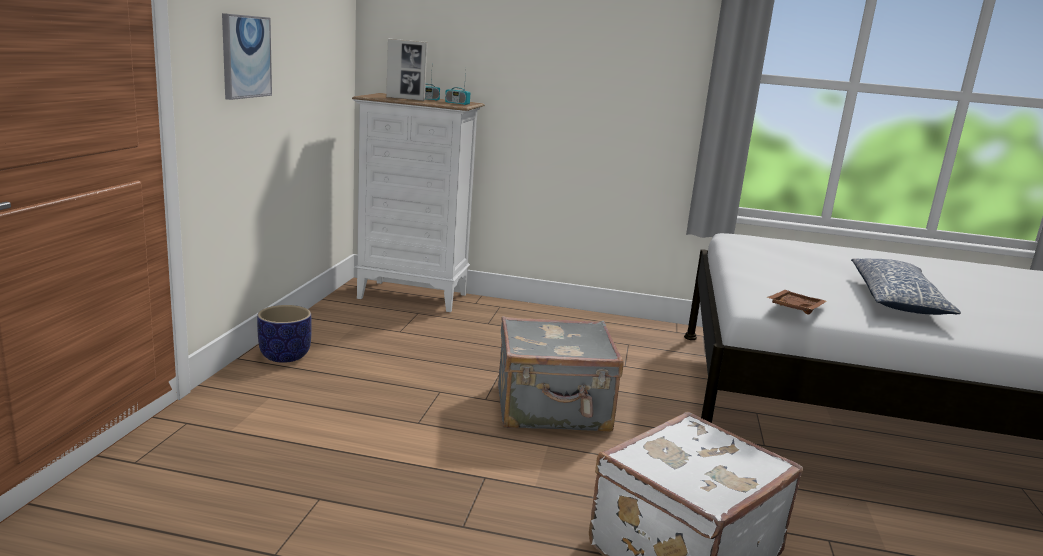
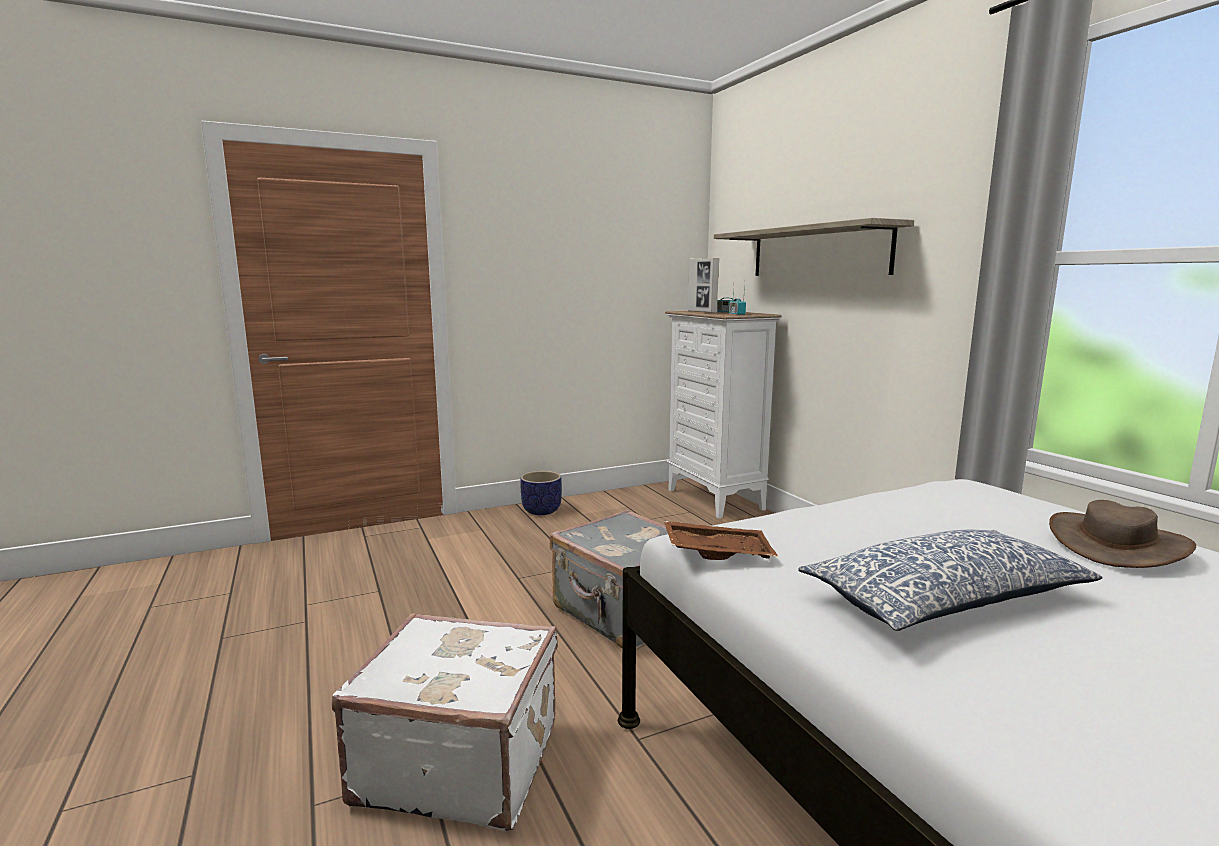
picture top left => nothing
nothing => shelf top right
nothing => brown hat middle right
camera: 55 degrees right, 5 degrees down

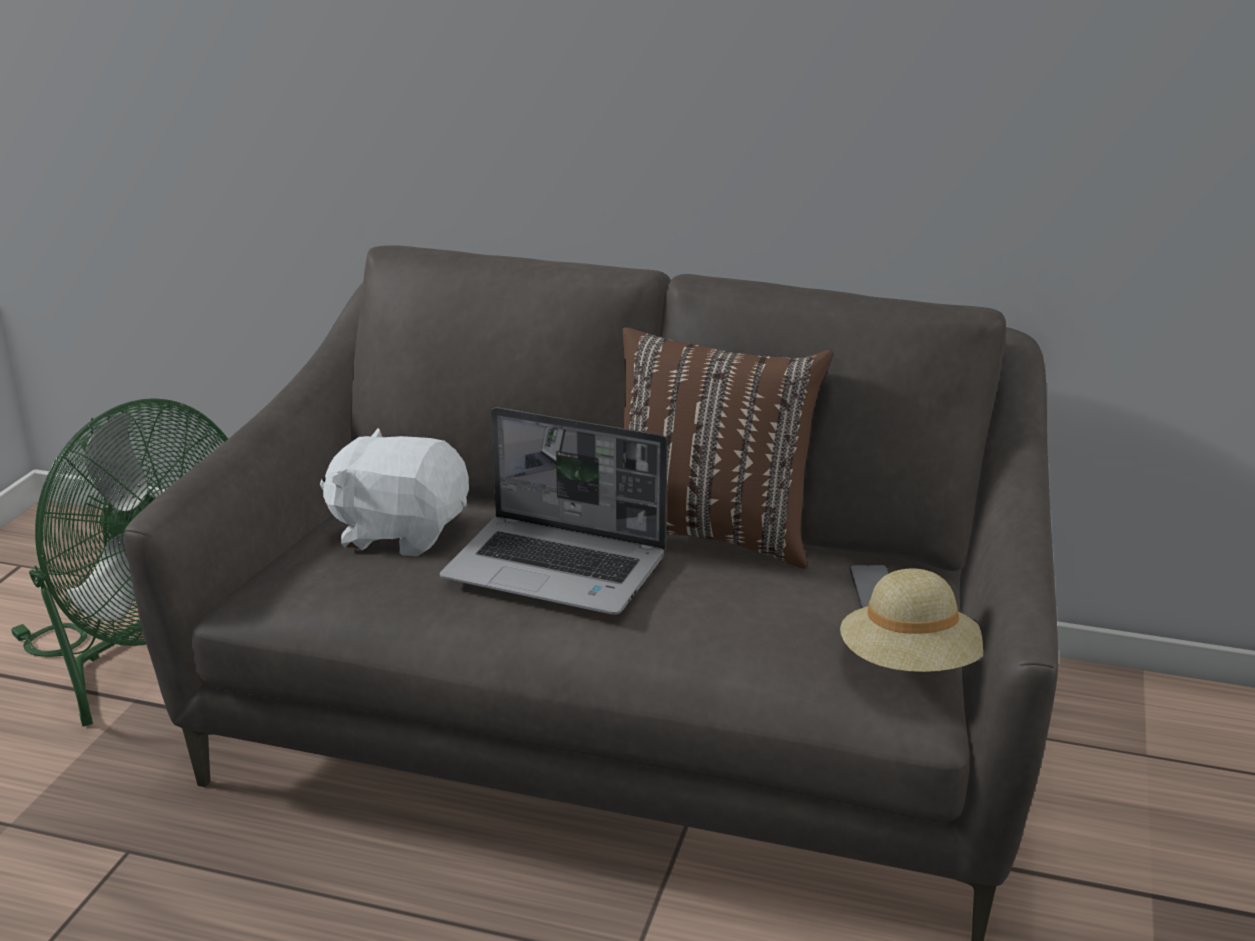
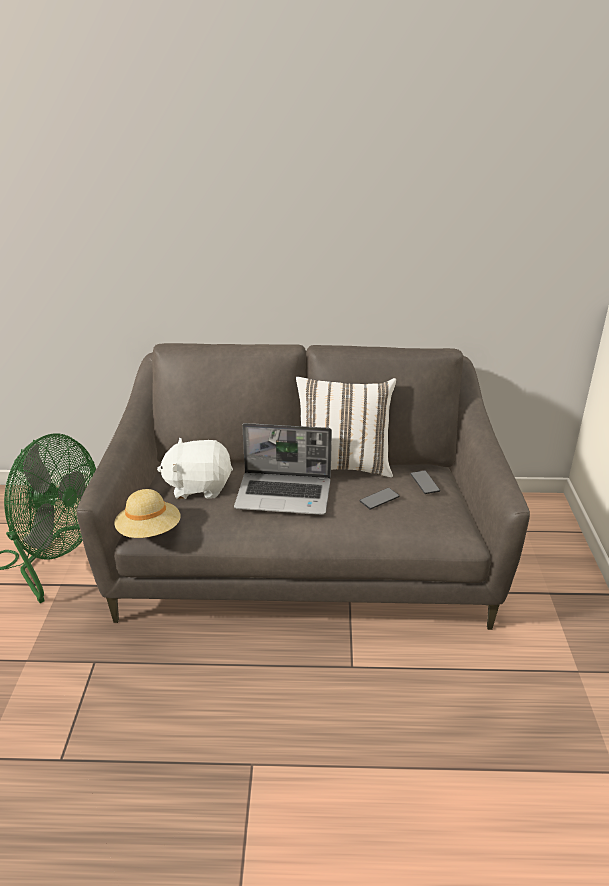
brown pillow centre => white pillow centre
beige hat middle right => beige hat middle left, moved
nothing => phone (1st from left) centre
camera: 15 degrees left, 5 degrees up

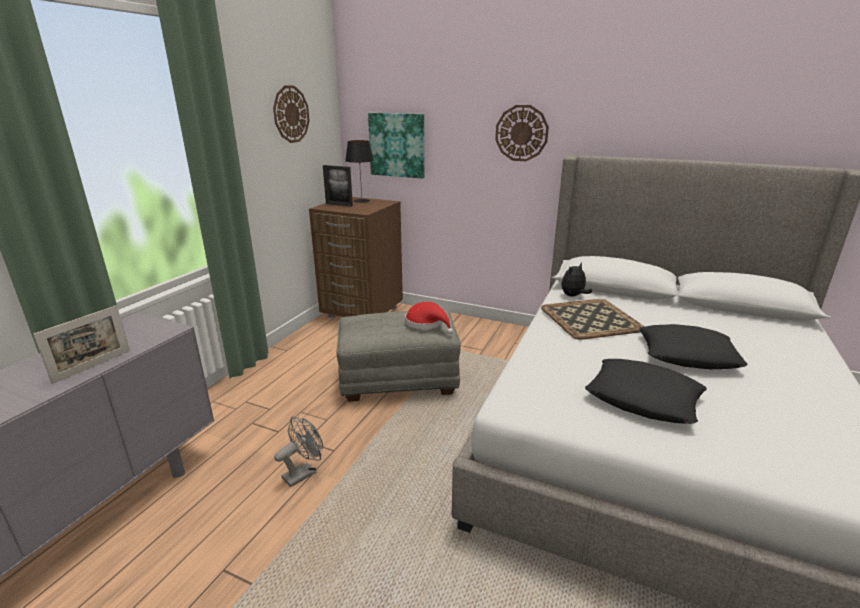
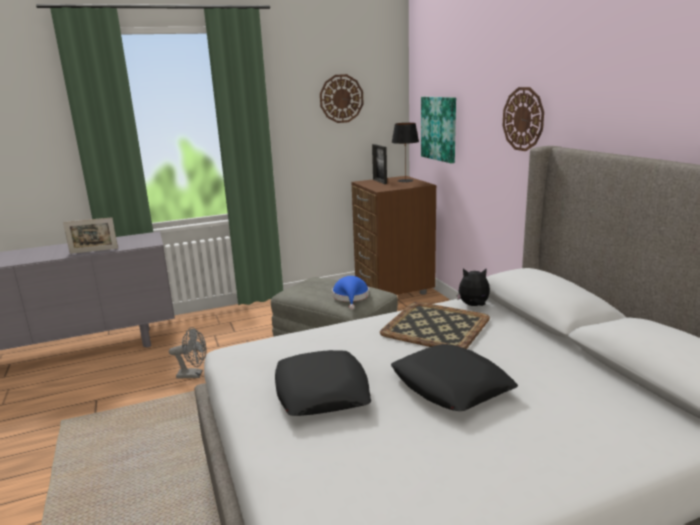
red hat centre => blue hat centre
camera: 45 degrees right, 5 degrees down

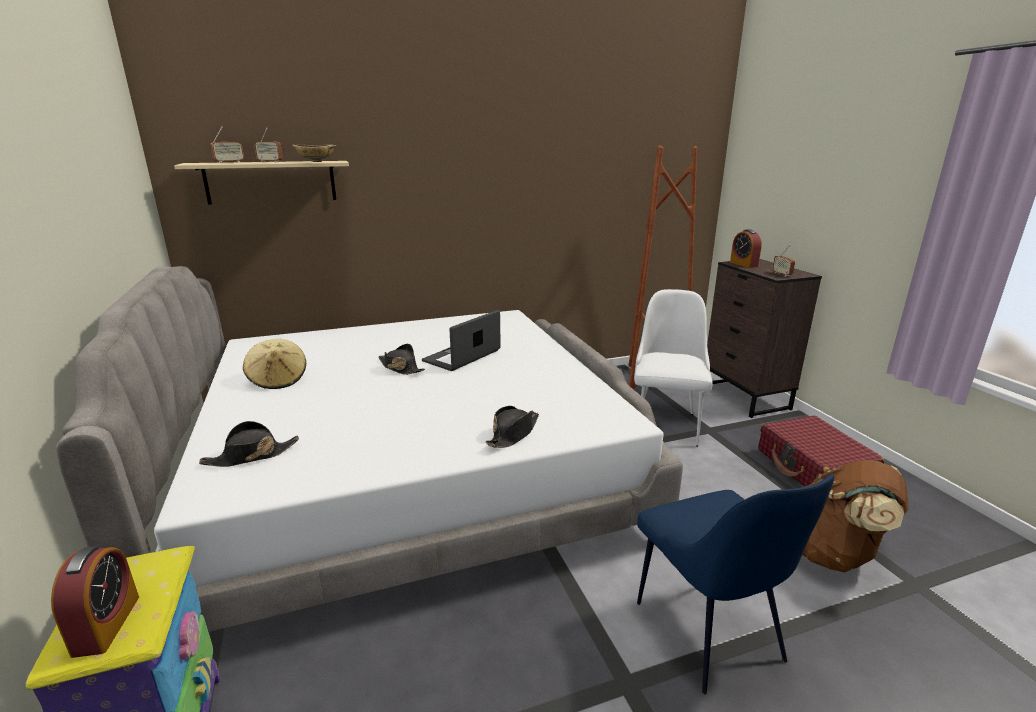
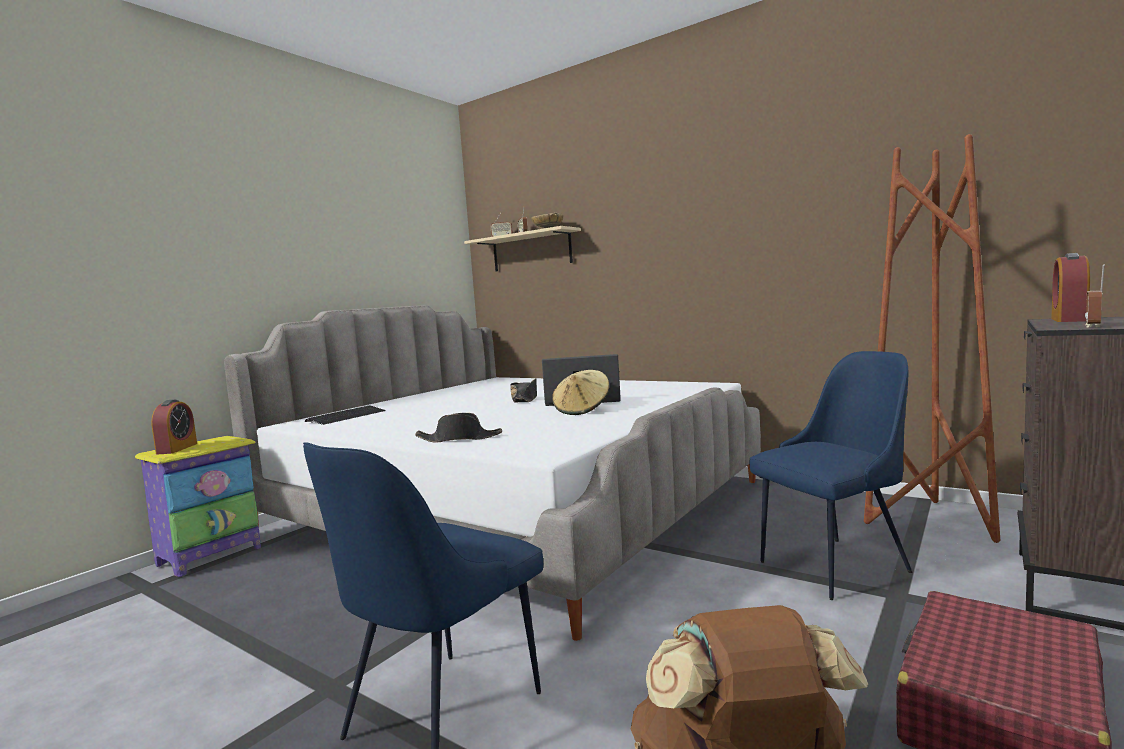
white chair centre => blue chair (2nd from left) middle right
beige hat middle left => beige hat centre, moved
black hat (1st from left) middle left => keyboard middle left
alarm clock (1st from left) bottom left => alarm clock (1st from left) middle left, 45 degrees counterclockwise
camera: 55 degrees right, 15 degrees down

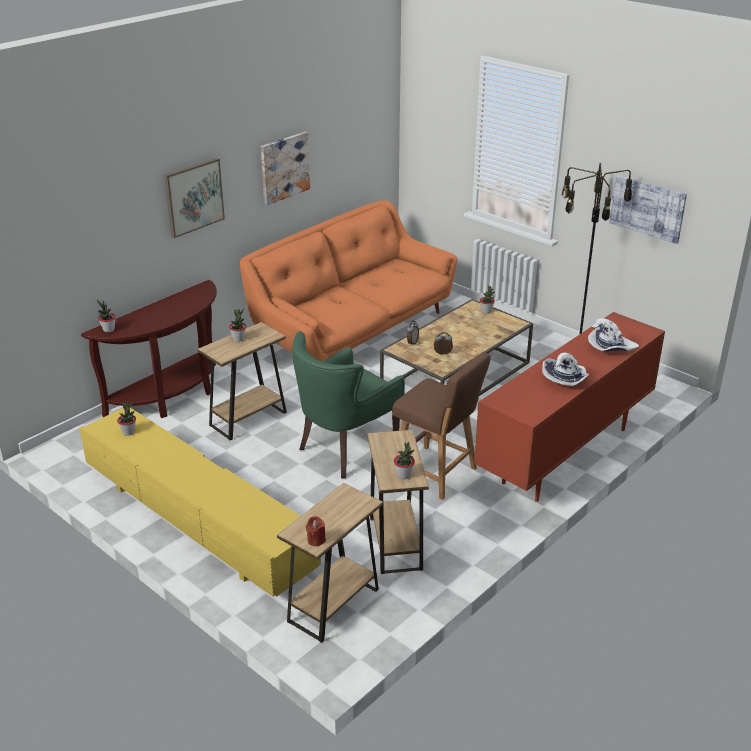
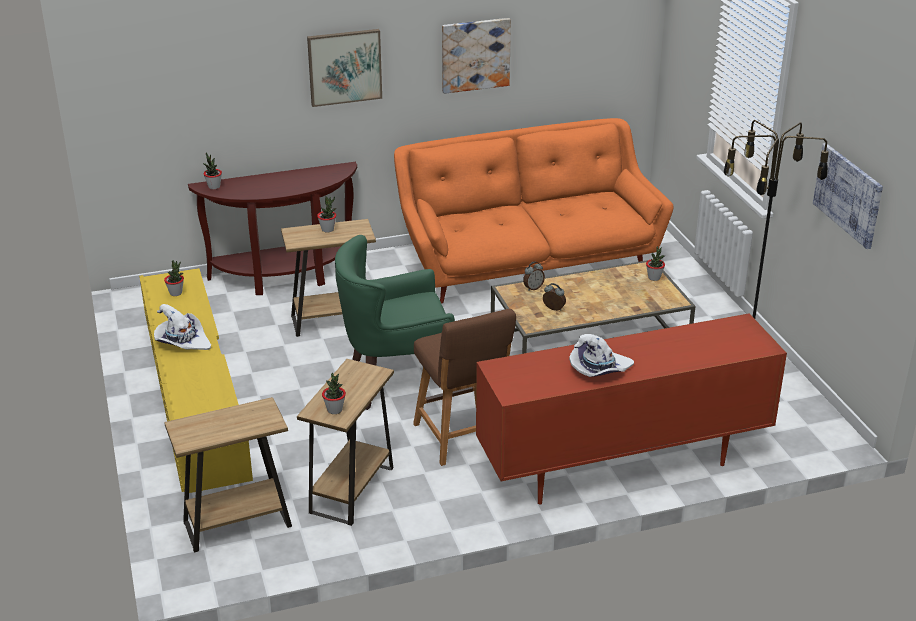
white hat (2nd from left in the first image) middle right => white hat (1st from left) middle left, moved
red candle bottom centre => nothing
camera: 30 degrees right, 0 degrees up

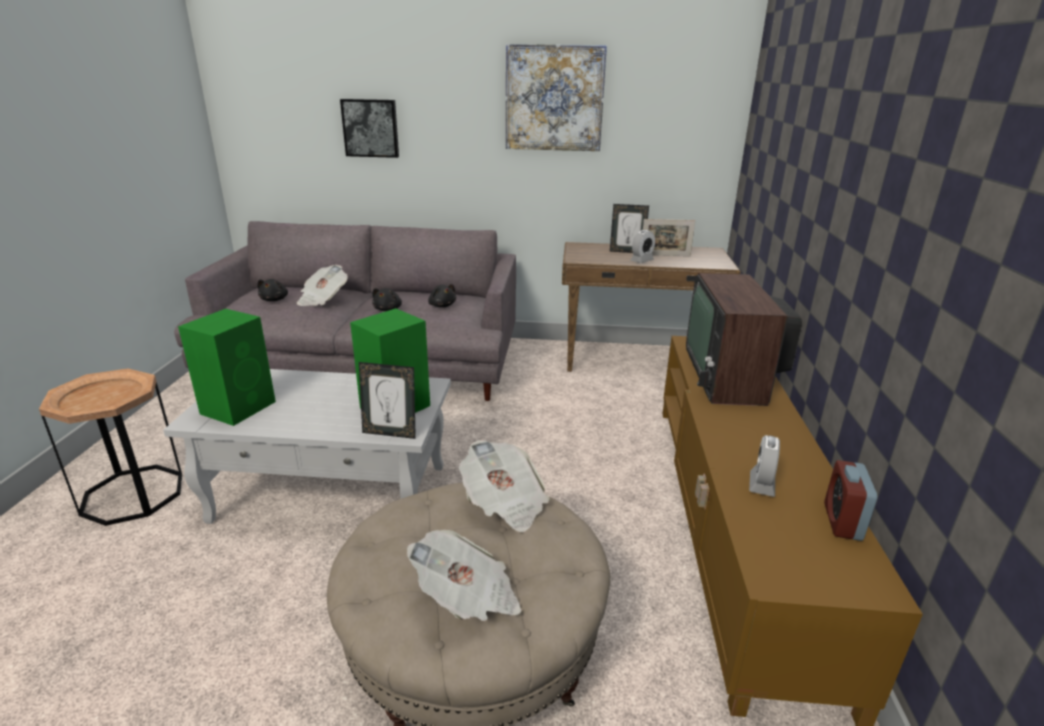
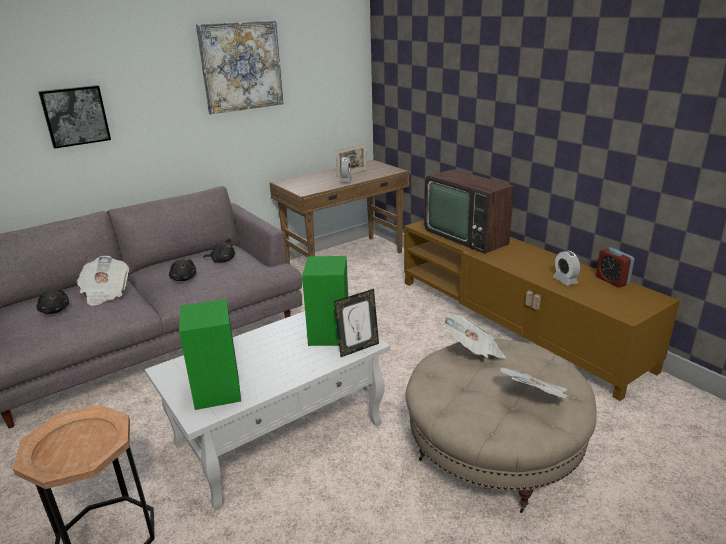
picture frame (2nd from left) top centre => nothing
camera: 40 degrees left, 0 degrees up

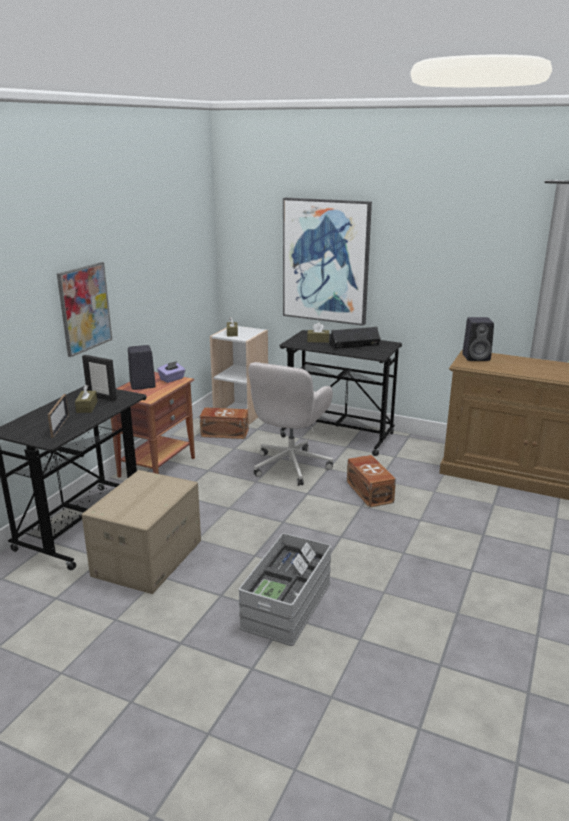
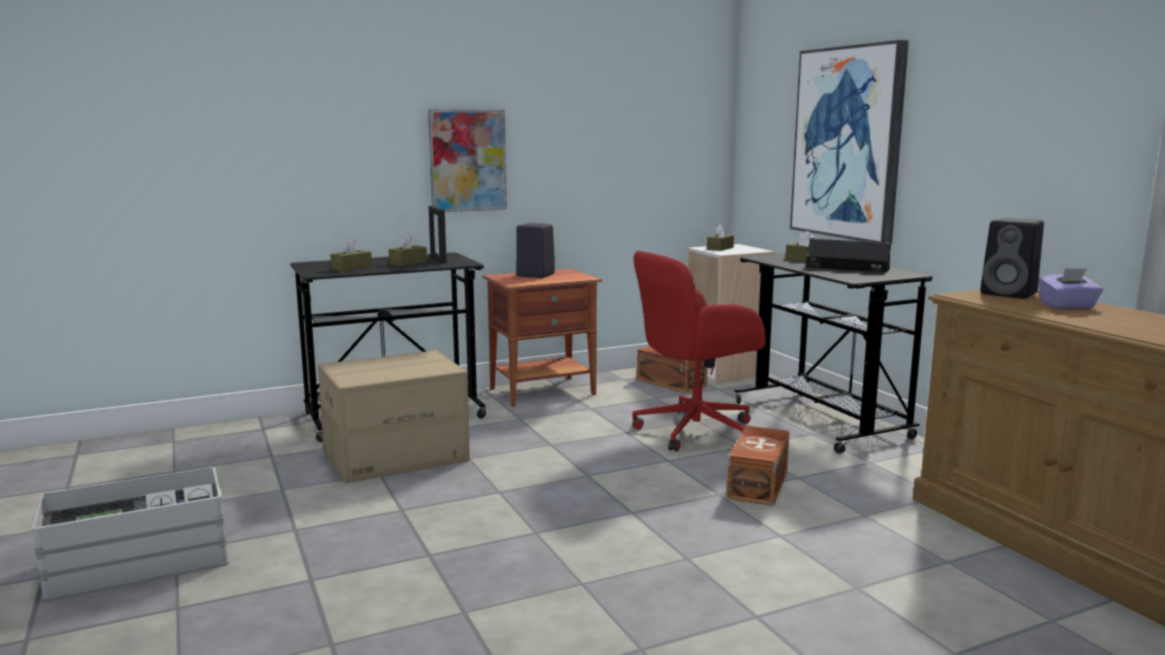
purple tissue box middle left => purple tissue box middle right, moved
white office chair centre => red office chair centre
picture frame (1st from left) middle left => brown tissue box (1st from left) middle left
grey storage box bottom centre => grey storage box bottom left, moved
camera: 40 degrees right, 10 degrees down

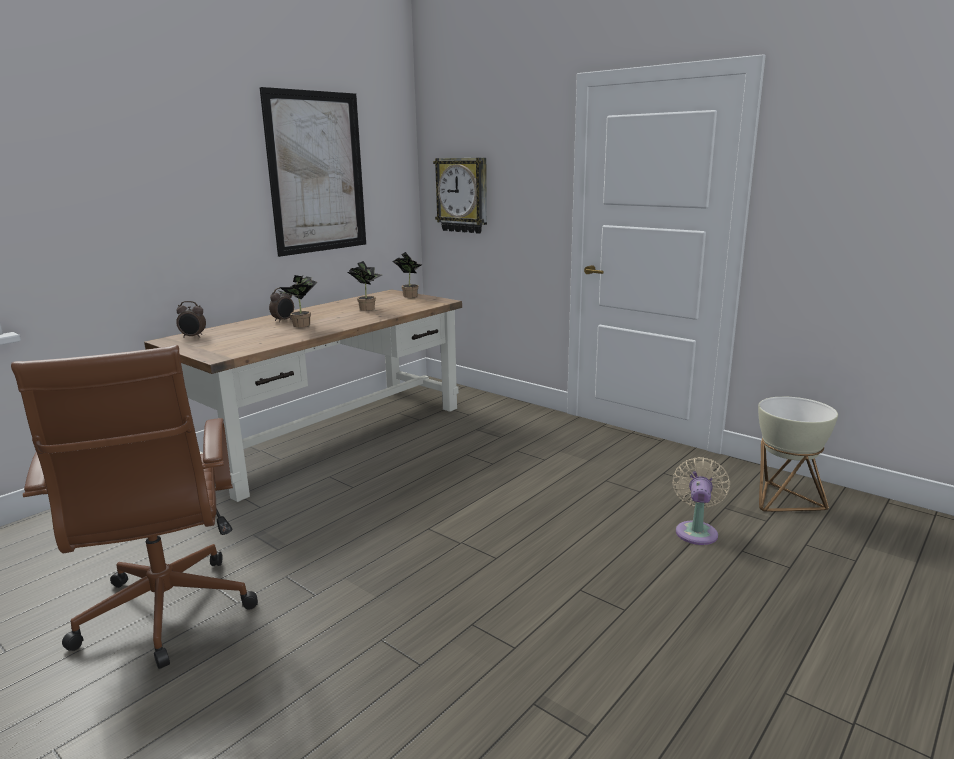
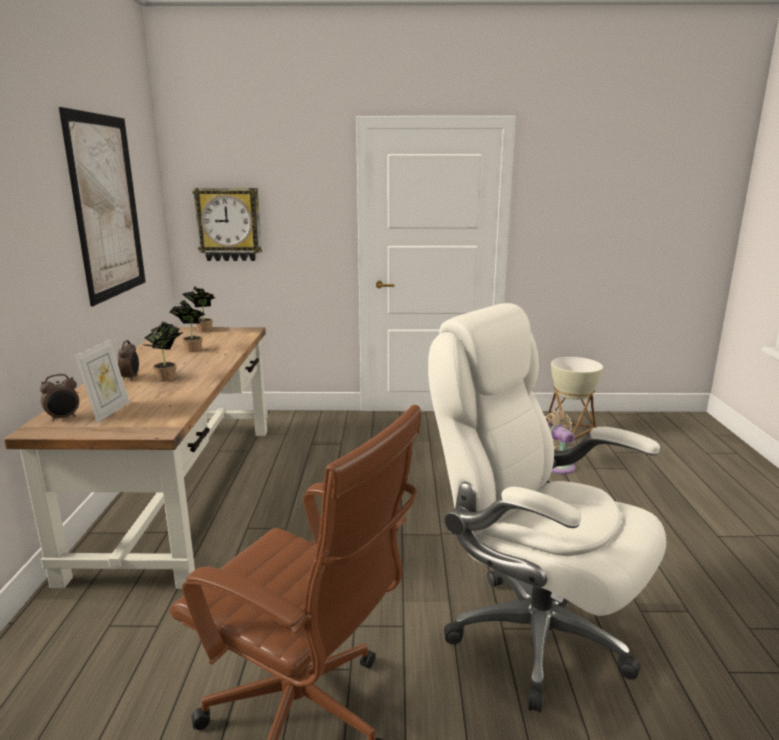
nothing => white office chair bottom right
nothing => picture frame middle left
camera: 40 degrees left, 0 degrees up

